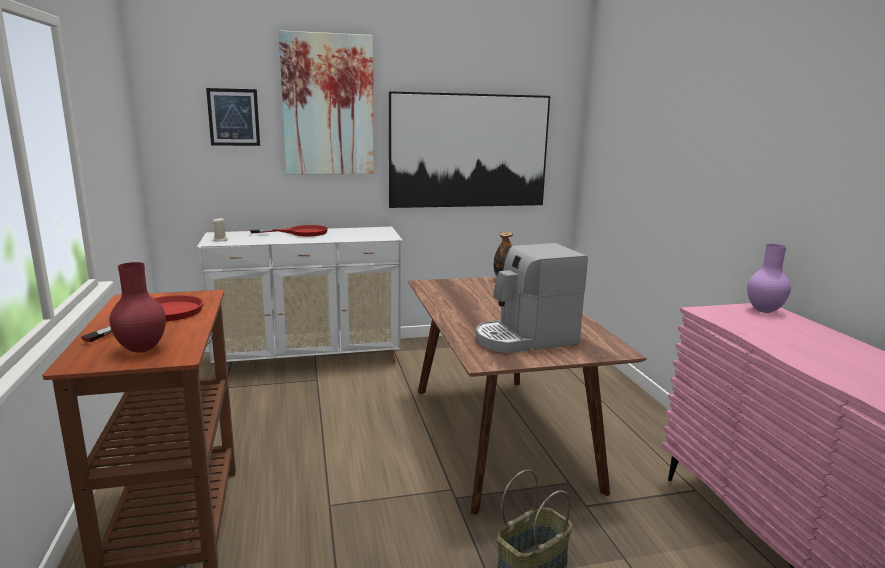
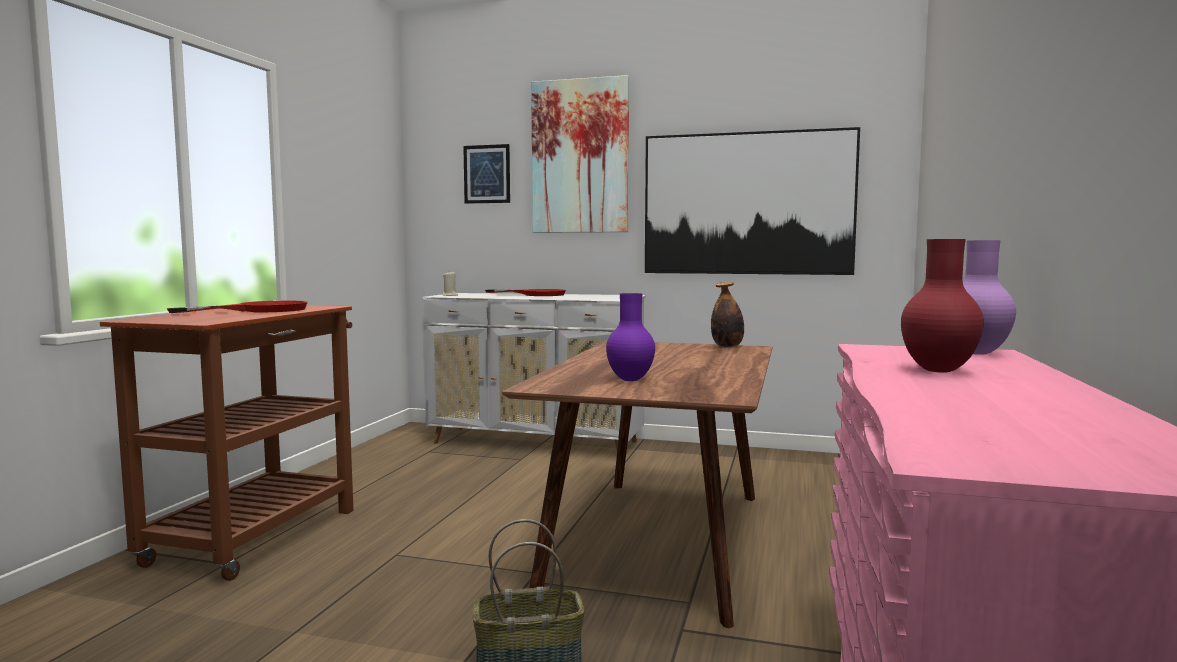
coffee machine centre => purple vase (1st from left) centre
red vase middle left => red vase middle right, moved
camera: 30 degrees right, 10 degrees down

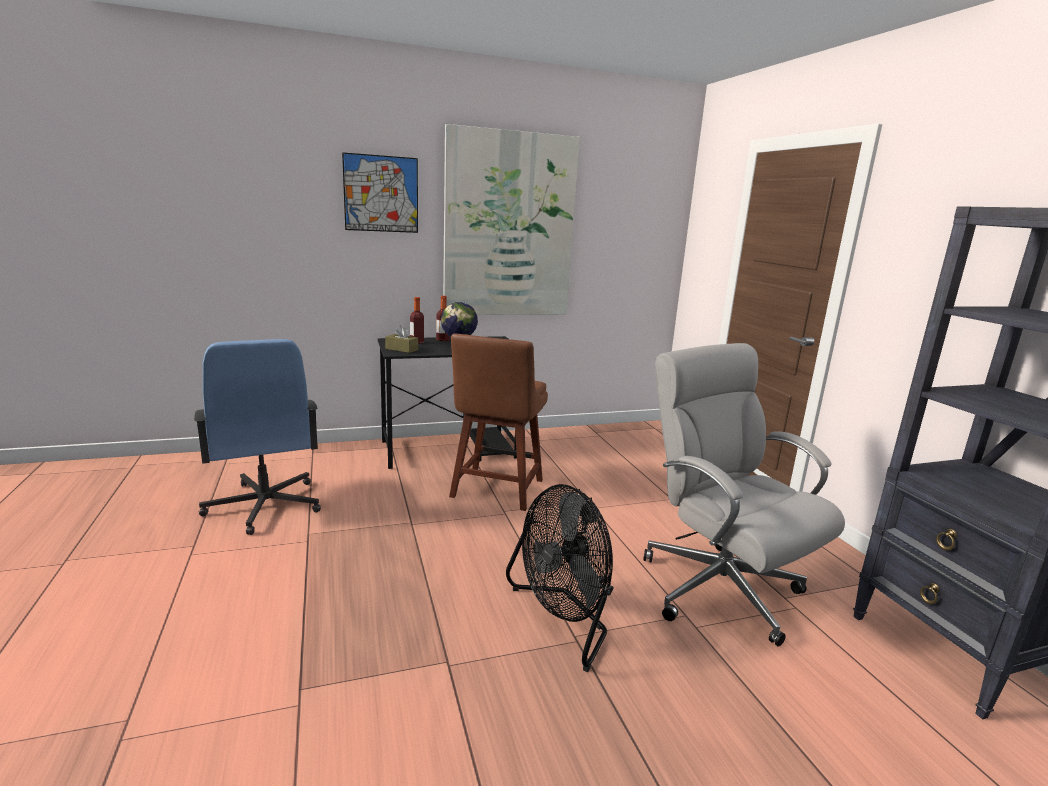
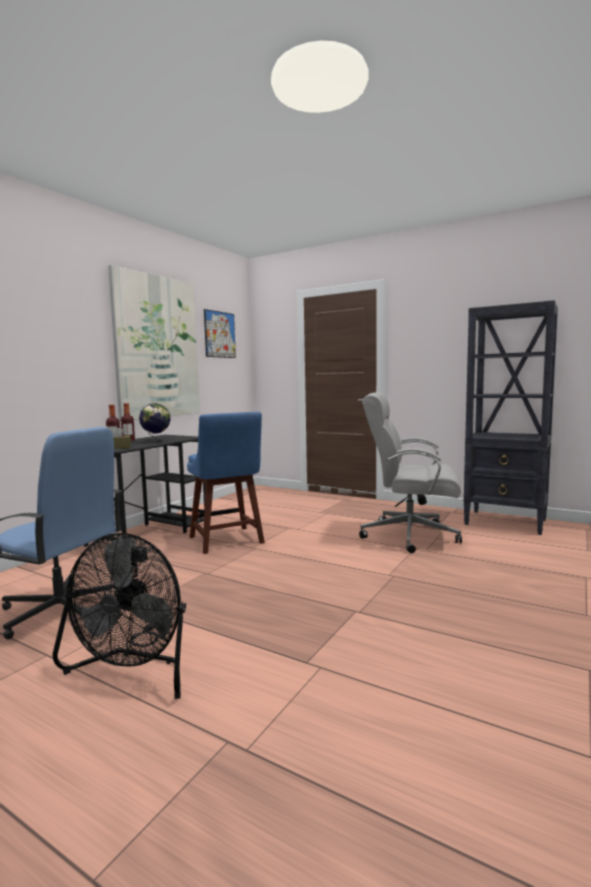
picture (1st from left in the first image) top centre => picture (2nd from left) centre, moved
brown chair centre => blue chair centre
black fan bottom centre => black fan bottom left, moved
camera: 40 degrees left, 10 degrees down

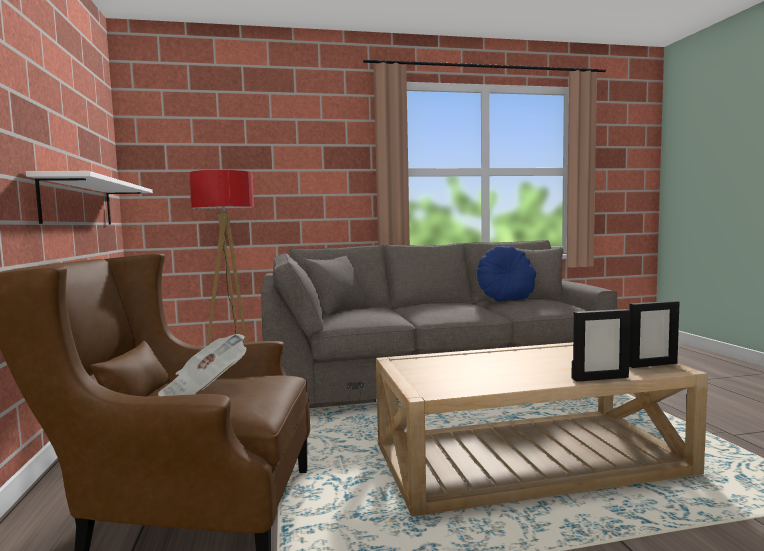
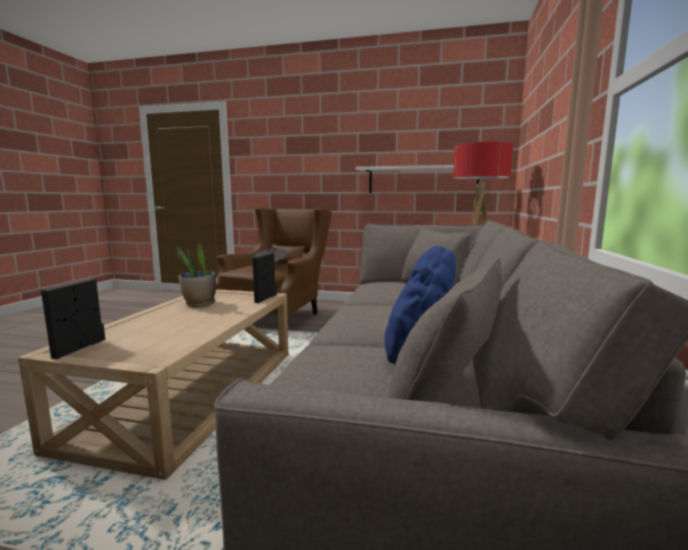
picture frame (1st from left in the first image) middle right => picture frame (2nd from left) centre, moved
nothing => potted plant middle left
camera: 115 degrees right, 5 degrees up

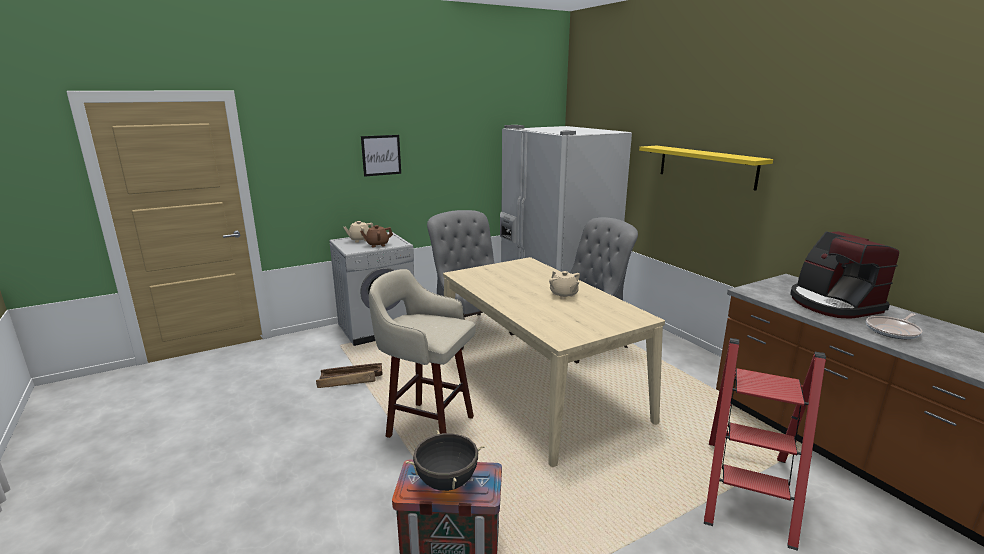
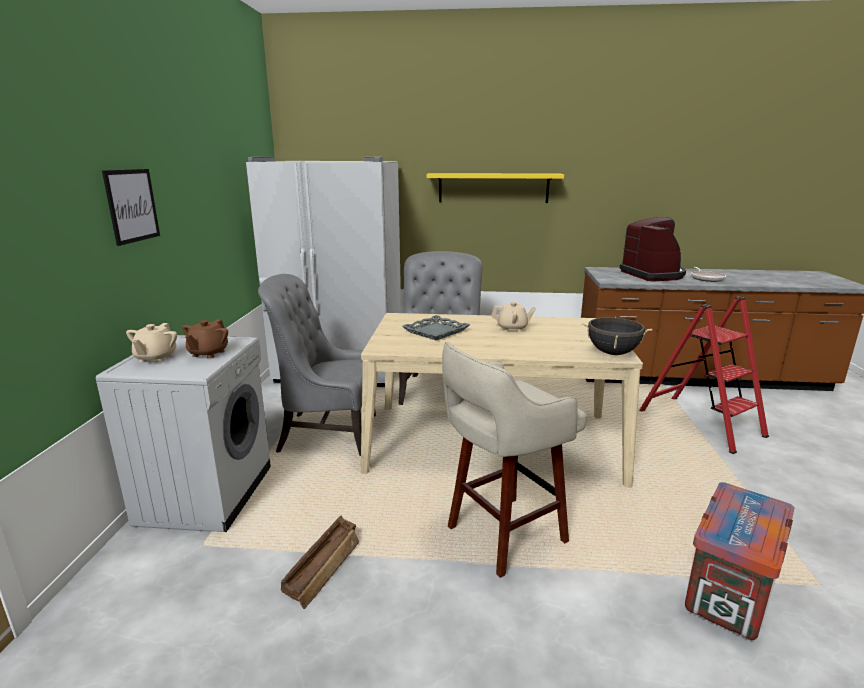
coffee machine middle right, 120 degrees counterclockwise
black cooking pot bottom centre => black cooking pot middle right, moved
nothing => grey tray centre
camera: 55 degrees left, 0 degrees up

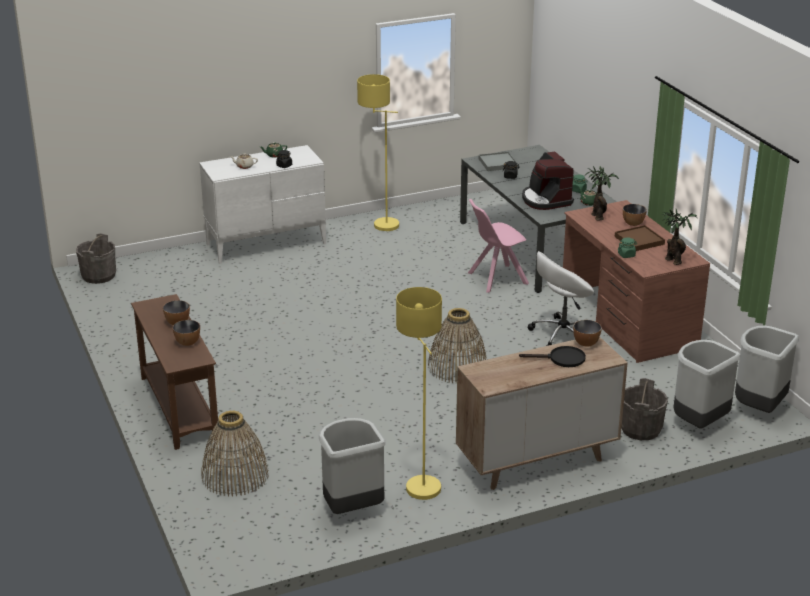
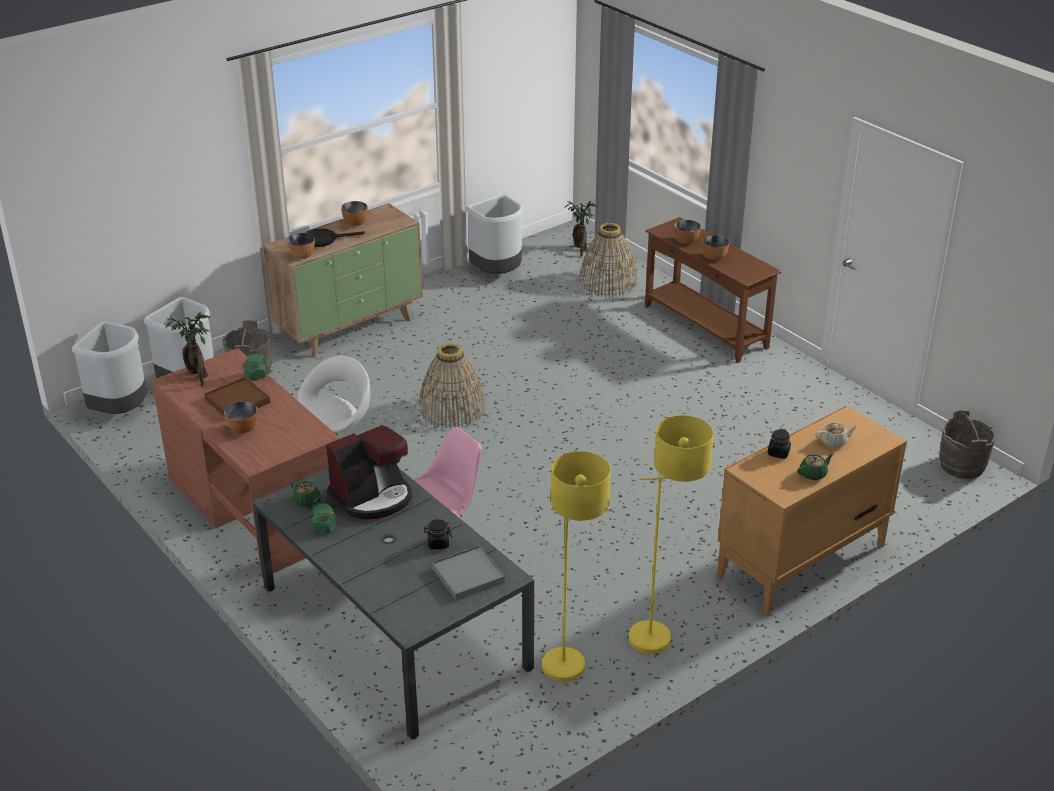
white cabinet middle left => brown cabinet middle right
coffee machine top right => coffee machine centre, 90 degrees clockwise
potted plant (1st from left in the first image) top right => potted plant (2nd from left) top centre, moved
yellow floor lamp (2nd from left in the first image) centre => yellow floor lamp (1st from left) bottom centre, moved
nothing => bowl (3rd from left) top centre
camera: 165 degrees right, 5 degrees up

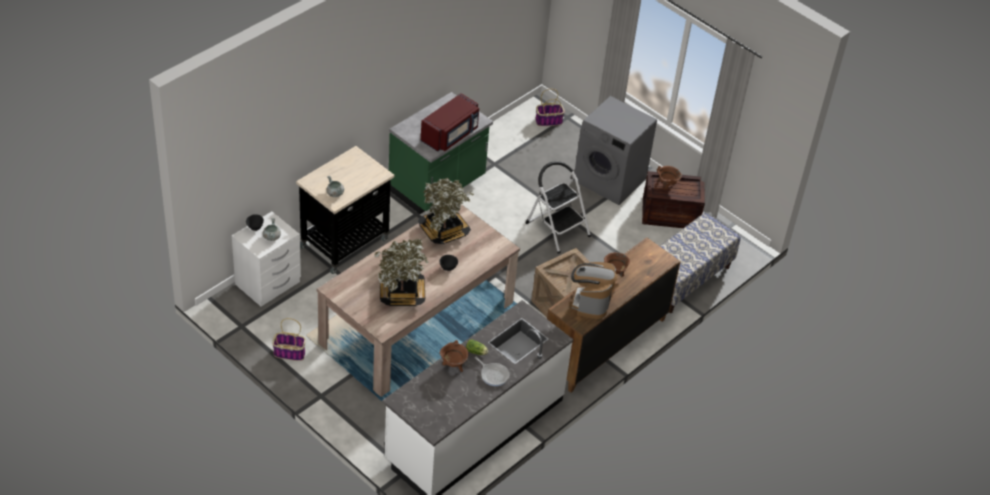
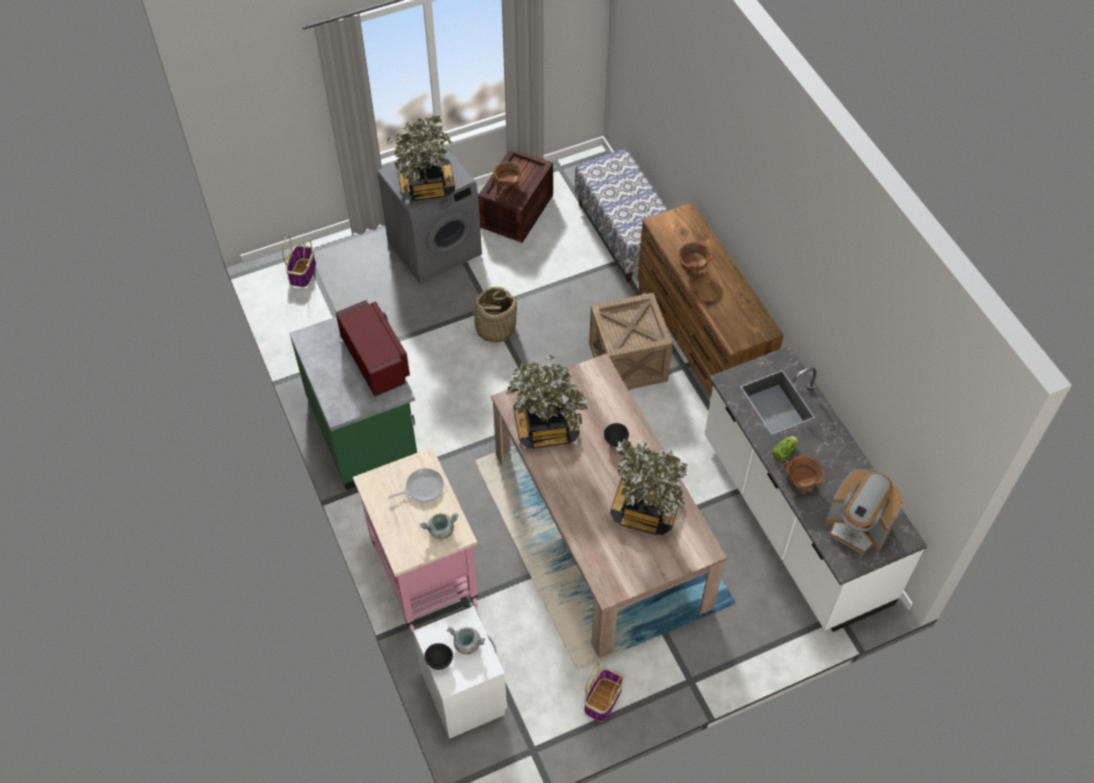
black cart centre => pink cart bottom centre
step ladder centre => basket (2nd from left) centre
coffee machine centre => coffee machine middle right, moved
frying pan bottom centre => frying pan centre, moved
nothing => potted plant (1st from left) top centre
camera: 65 degrees left, 10 degrees up

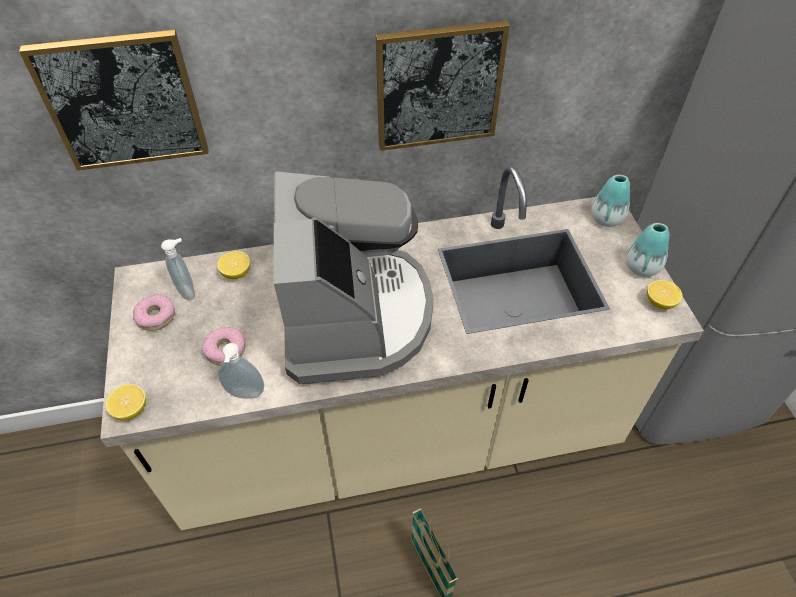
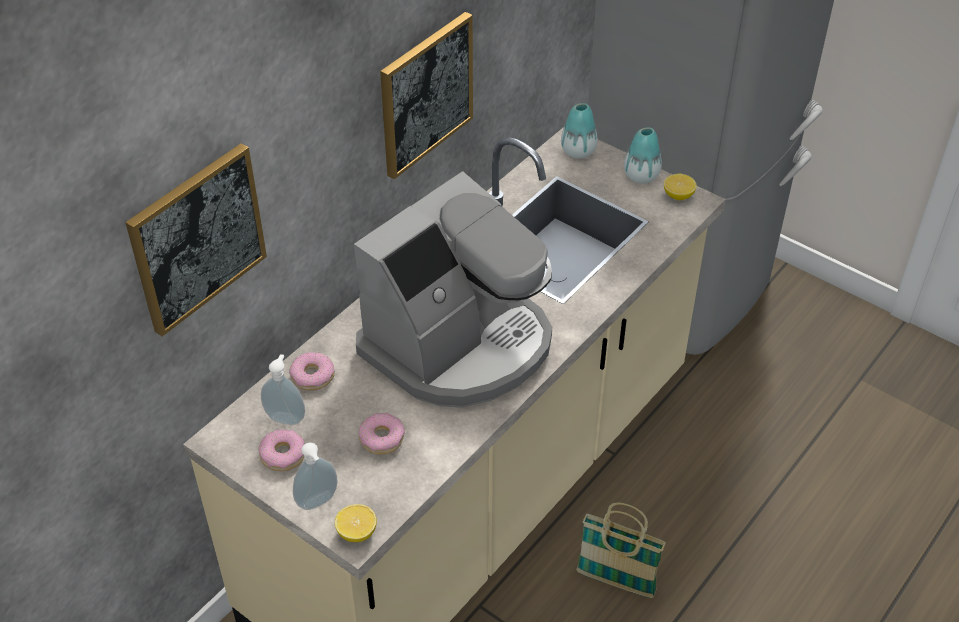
coffee machine centre, 90 degrees clockwise
lemon (2nd from left) middle left => donut (2nd from left) middle left
soap dispenser (2nd from left) middle left => soap dispenser (2nd from left) bottom left, moved
camera: 40 degrees left, 5 degrees down

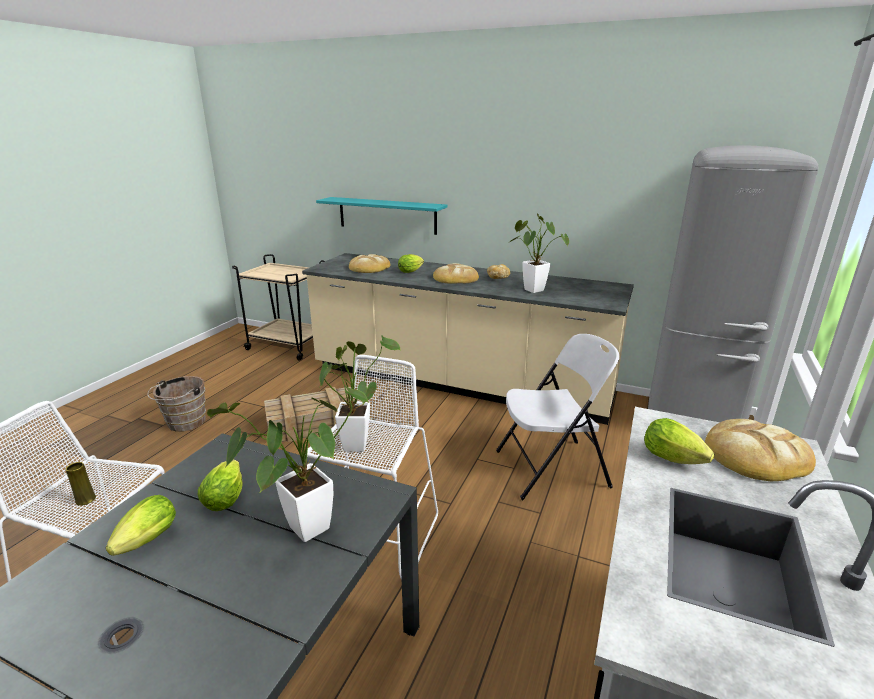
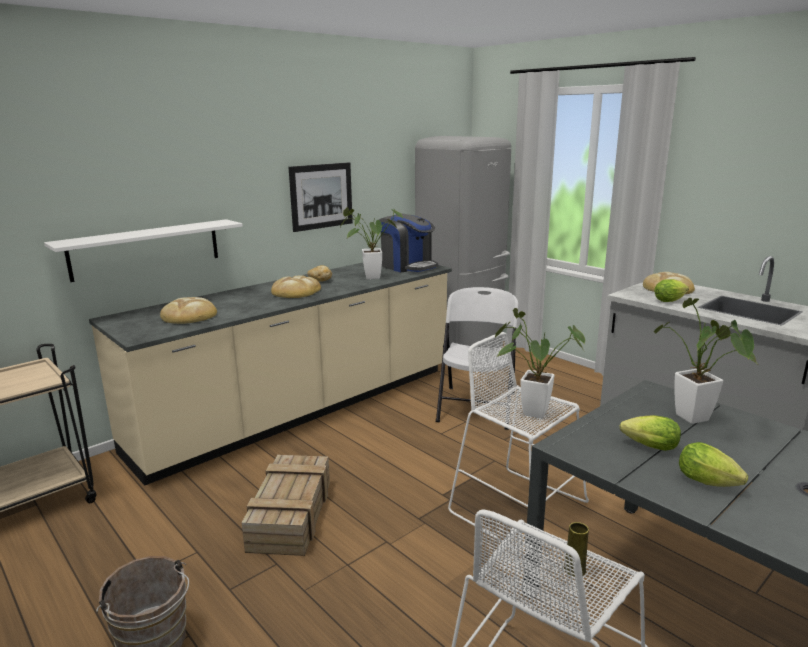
turquoise shelf top centre => white shelf middle left
lettuce (3rd from left) centre => nothing
nothing => picture top centre
nothing => coffee machine centre
camera: 65 degrees left, 5 degrees down

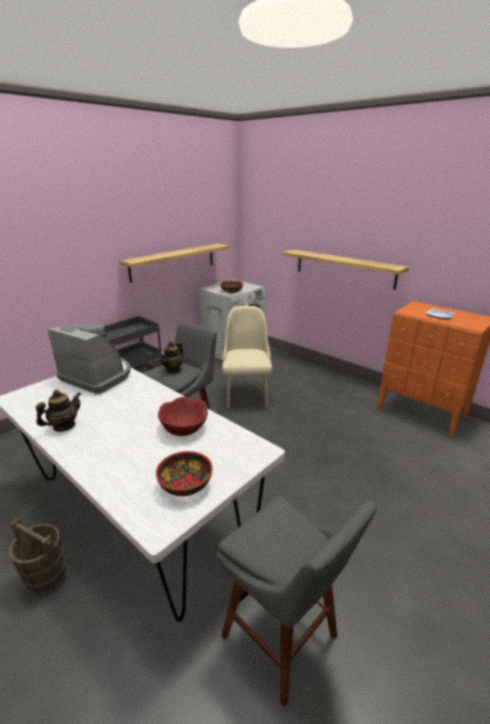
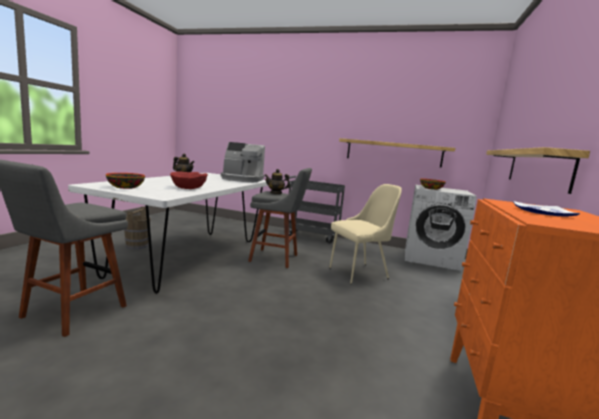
coffee machine middle left => coffee machine centre, 90 degrees clockwise
camera: 65 degrees right, 15 degrees down

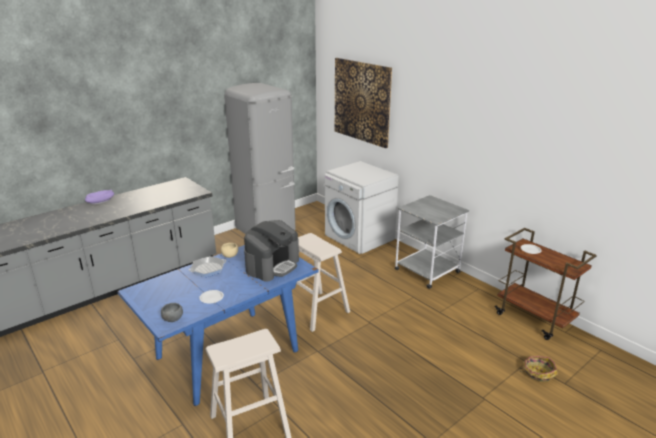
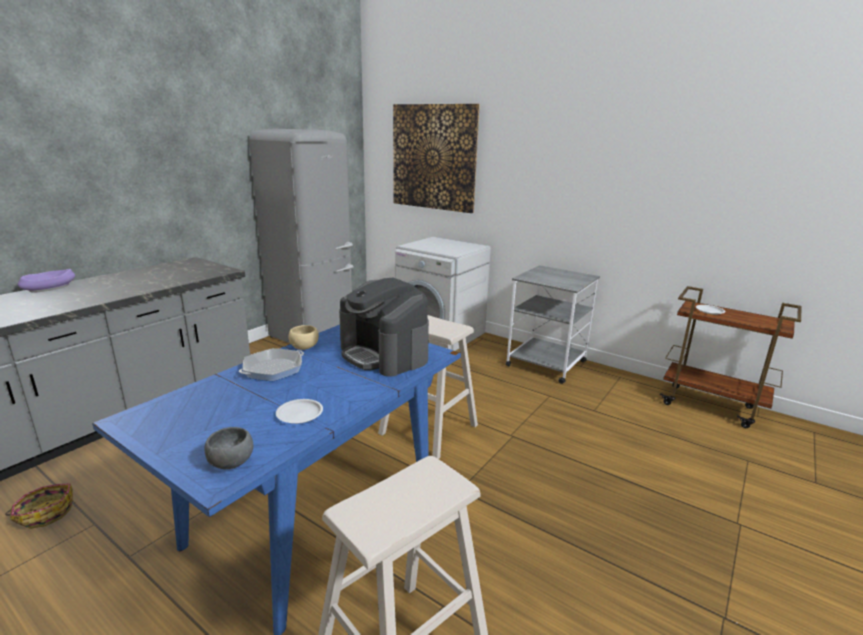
coffee machine centre, 120 degrees clockwise
basket bottom right => basket bottom left, moved
camera: 15 degrees left, 5 degrees down

